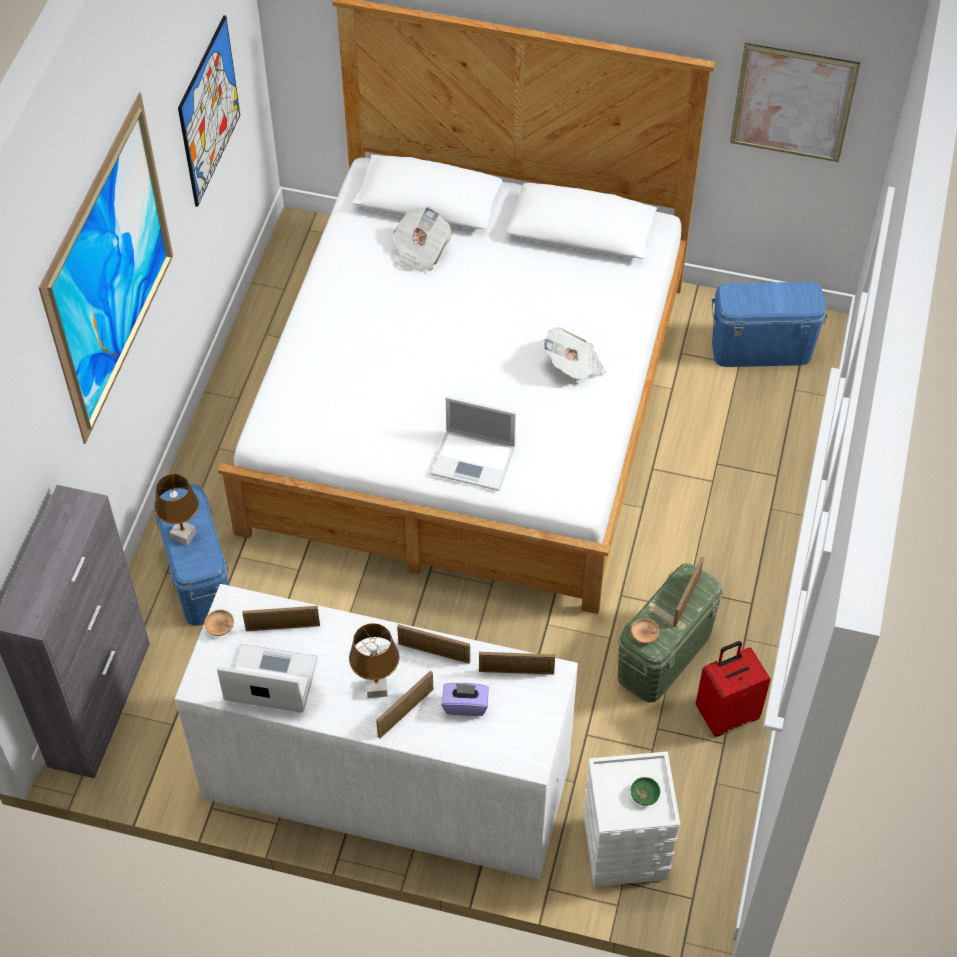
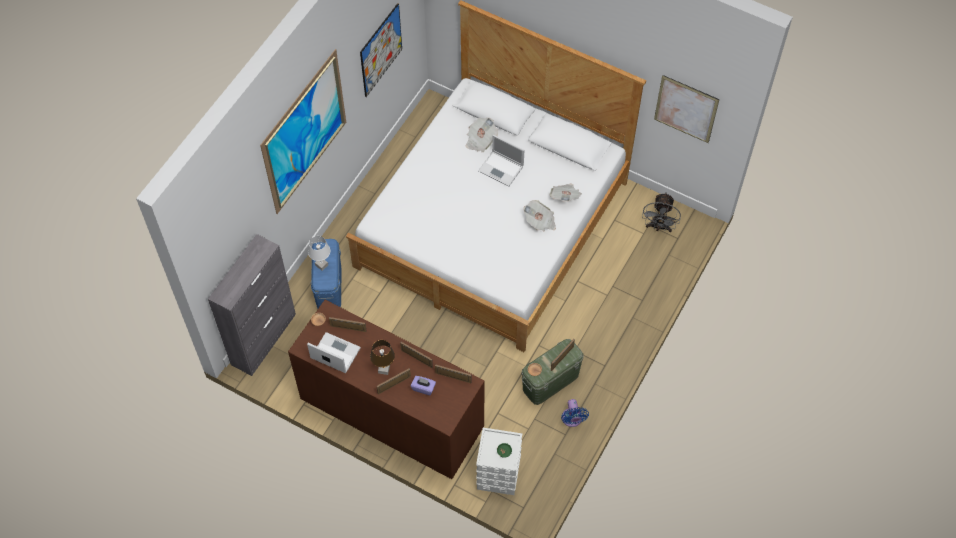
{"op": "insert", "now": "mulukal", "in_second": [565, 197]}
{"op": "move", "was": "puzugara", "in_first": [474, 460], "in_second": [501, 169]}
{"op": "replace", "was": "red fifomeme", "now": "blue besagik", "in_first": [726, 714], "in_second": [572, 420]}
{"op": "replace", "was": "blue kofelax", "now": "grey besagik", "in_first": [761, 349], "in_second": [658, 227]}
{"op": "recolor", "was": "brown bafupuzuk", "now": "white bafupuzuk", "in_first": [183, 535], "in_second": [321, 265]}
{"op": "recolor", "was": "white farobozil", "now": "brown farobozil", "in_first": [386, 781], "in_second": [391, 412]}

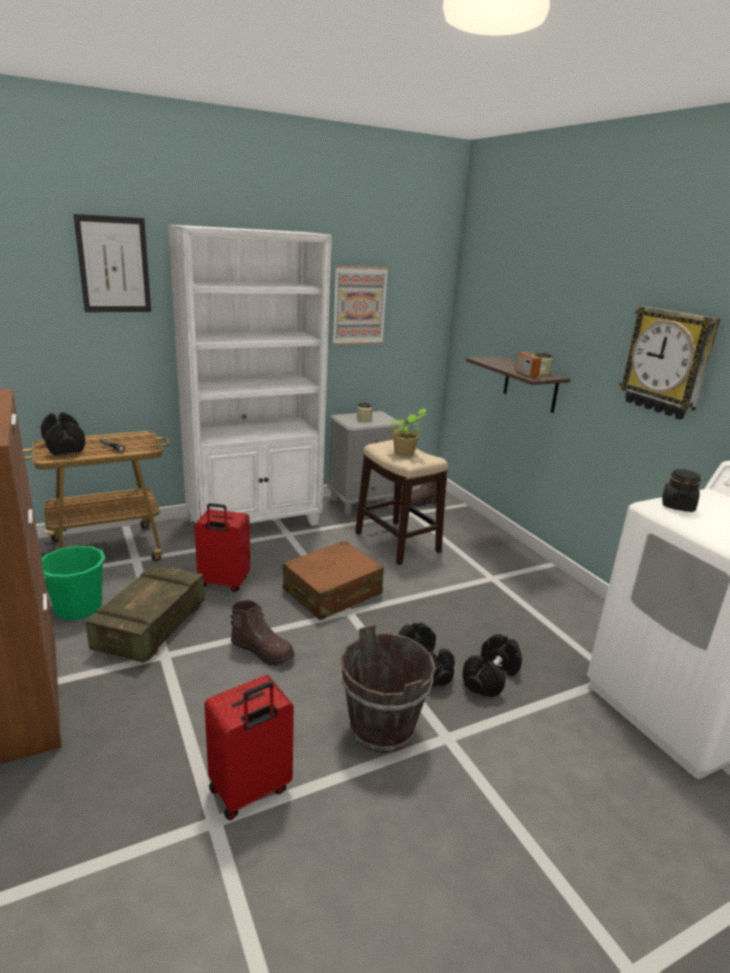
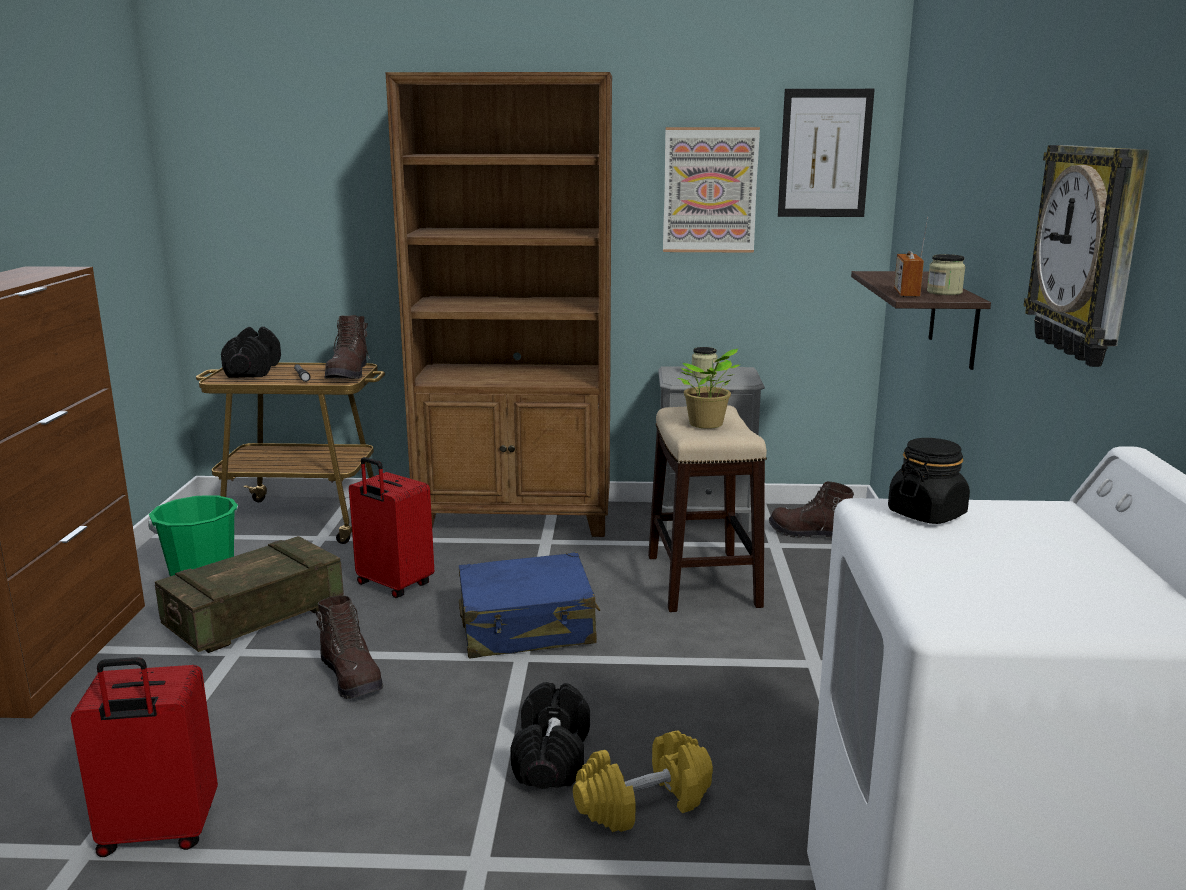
{"op": "delete", "was": "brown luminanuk", "in_first": [381, 728]}
{"op": "insert", "now": "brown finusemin", "in_second": [349, 374]}
{"op": "move", "was": "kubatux", "in_first": [114, 265], "in_second": [824, 153]}
{"op": "recolor", "was": "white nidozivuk", "now": "brown nidozivuk", "in_first": [255, 522], "in_second": [517, 519]}
{"op": "recolor", "was": "brown fifomeme", "now": "blue fifomeme", "in_first": [333, 592], "in_second": [527, 627]}
{"op": "recolor", "was": "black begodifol", "now": "yellow begodifol", "in_first": [490, 678], "in_second": [643, 804]}

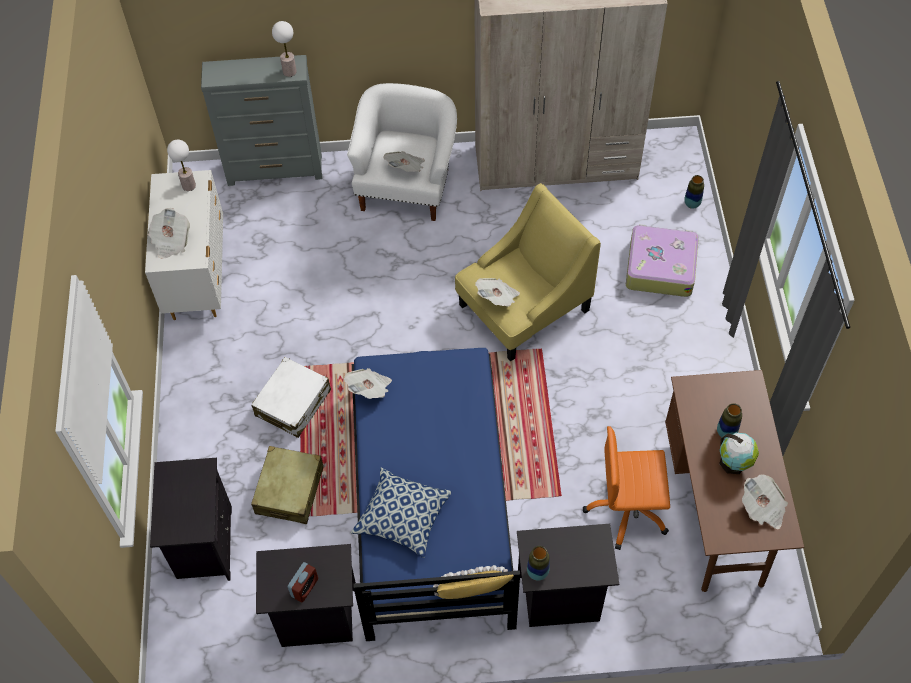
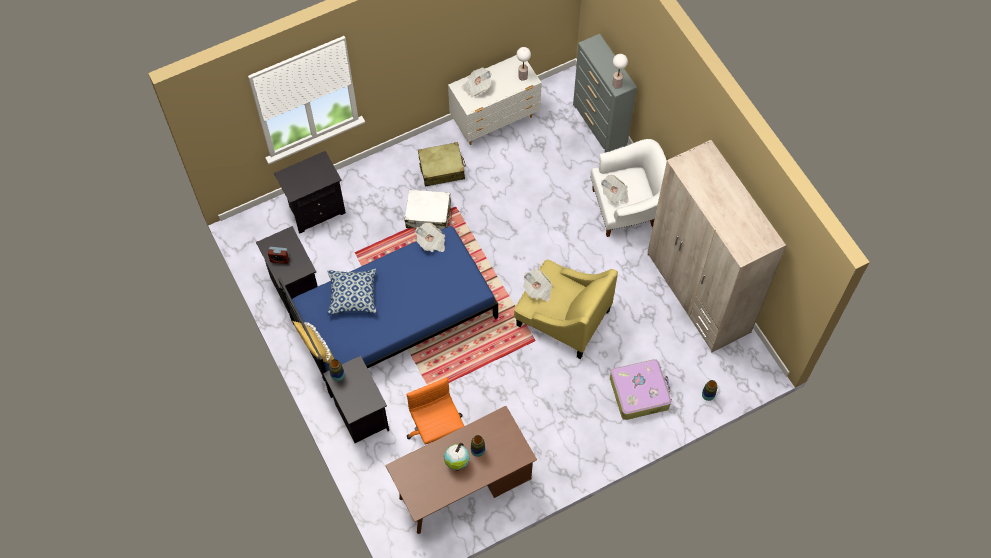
{"op": "delete", "was": "mulukal", "in_first": [762, 508]}
{"op": "move", "was": "beige fifomeme", "in_first": [290, 490], "in_second": [442, 169]}

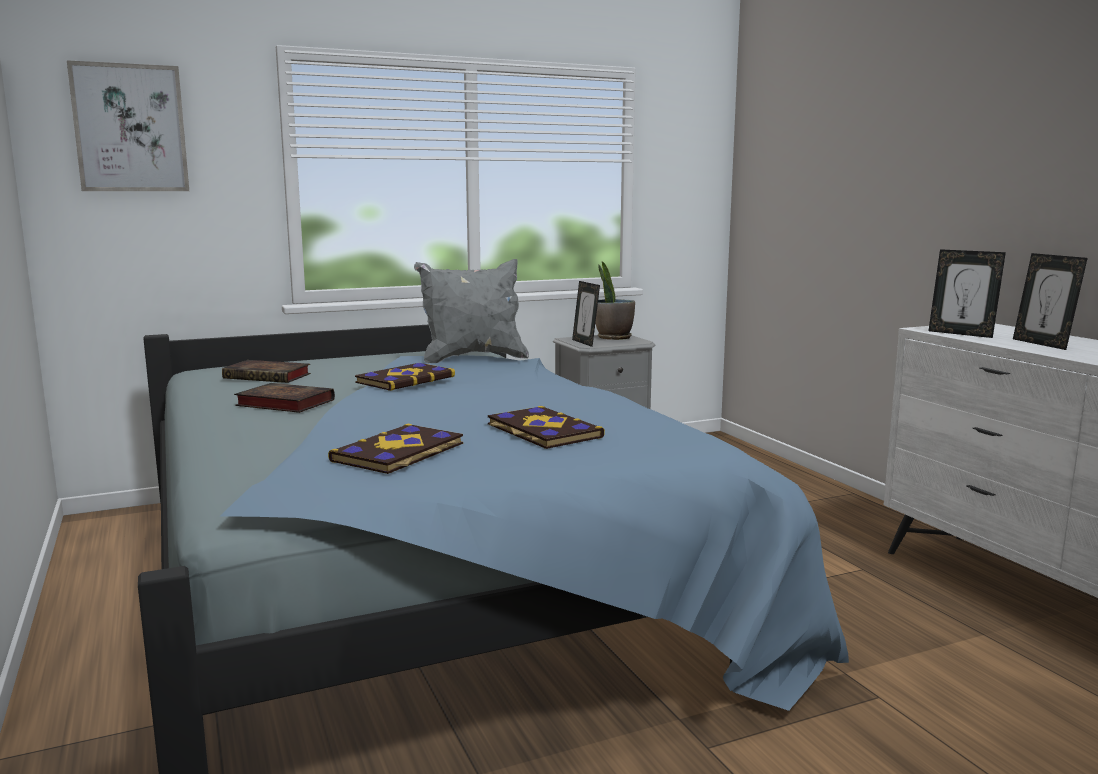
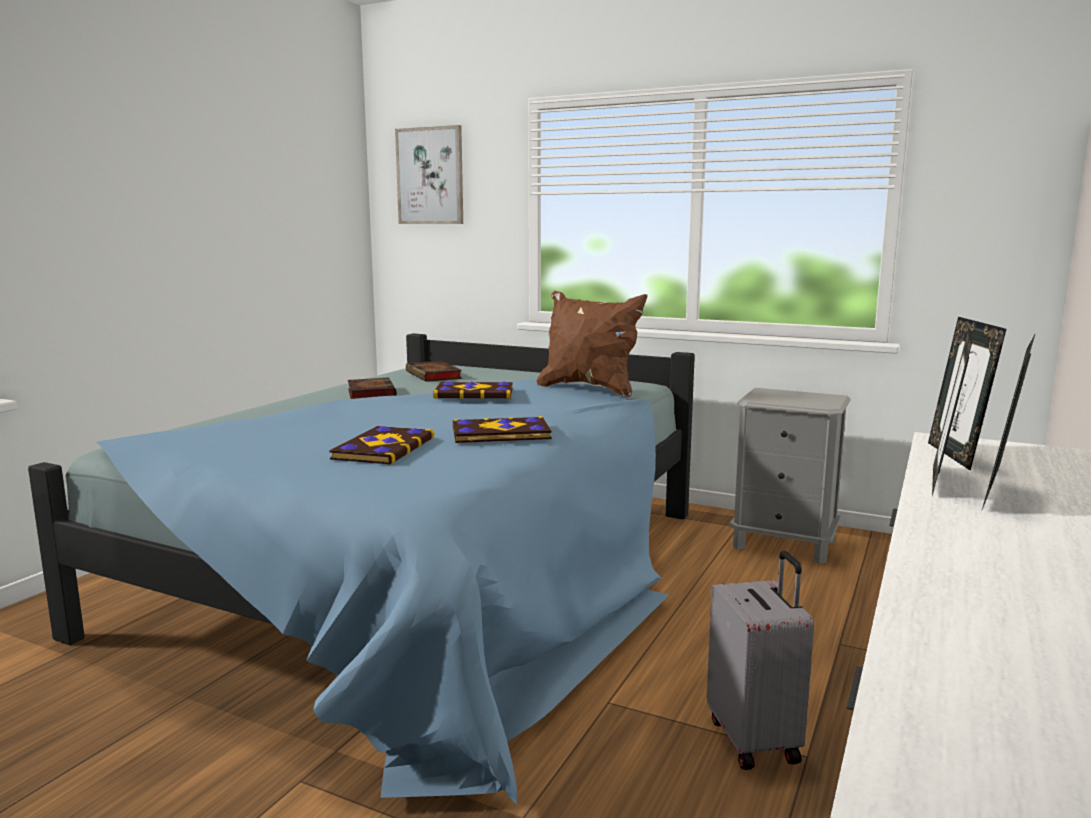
{"op": "delete", "was": "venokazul", "in_first": [613, 337]}
{"op": "insert", "now": "grey fifomeme", "in_second": [755, 740]}
{"op": "move", "was": "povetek", "in_first": [400, 453], "in_second": [500, 434]}
{"op": "move", "was": "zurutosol", "in_first": [585, 343], "in_second": [943, 481]}
{"op": "recolor", "was": "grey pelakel", "now": "brown pelakel", "in_first": [473, 358], "in_second": [589, 389]}

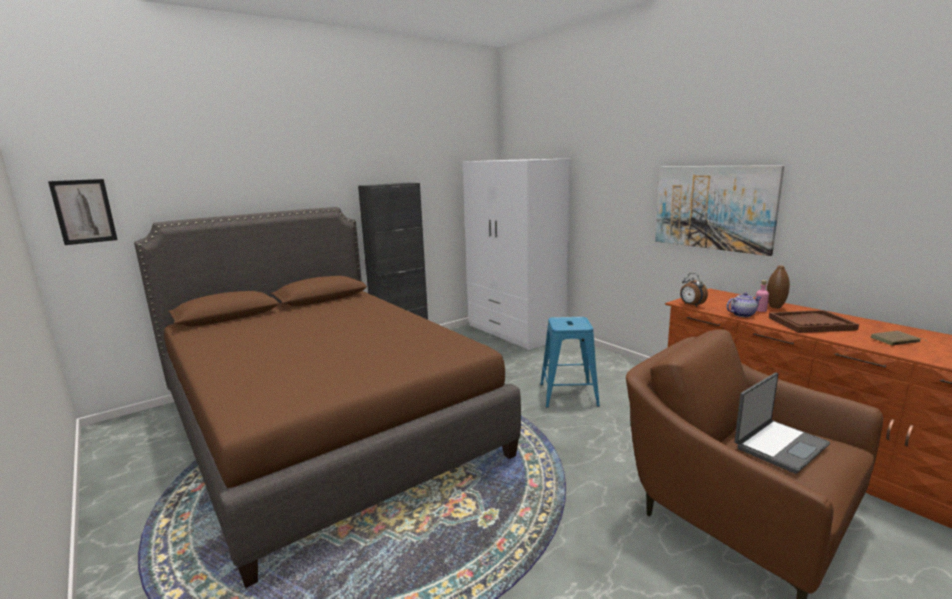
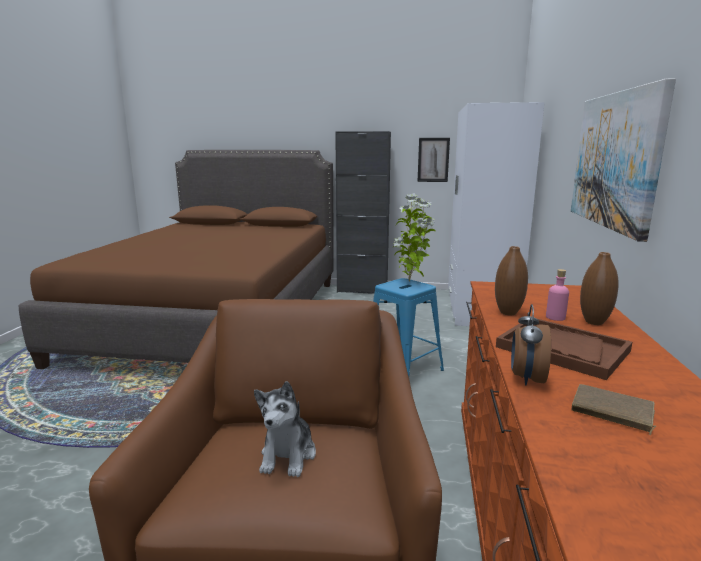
{"op": "insert", "now": "venokazul", "in_second": [410, 281]}
{"op": "move", "was": "kubatux", "in_first": [84, 211], "in_second": [433, 160]}
{"op": "move", "was": "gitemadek", "in_first": [691, 305], "in_second": [526, 378]}
{"op": "replace", "was": "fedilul", "now": "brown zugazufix", "in_first": [742, 314], "in_second": [508, 313]}
{"op": "replace", "was": "puzugara", "now": "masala", "in_first": [779, 446], "in_second": [288, 455]}

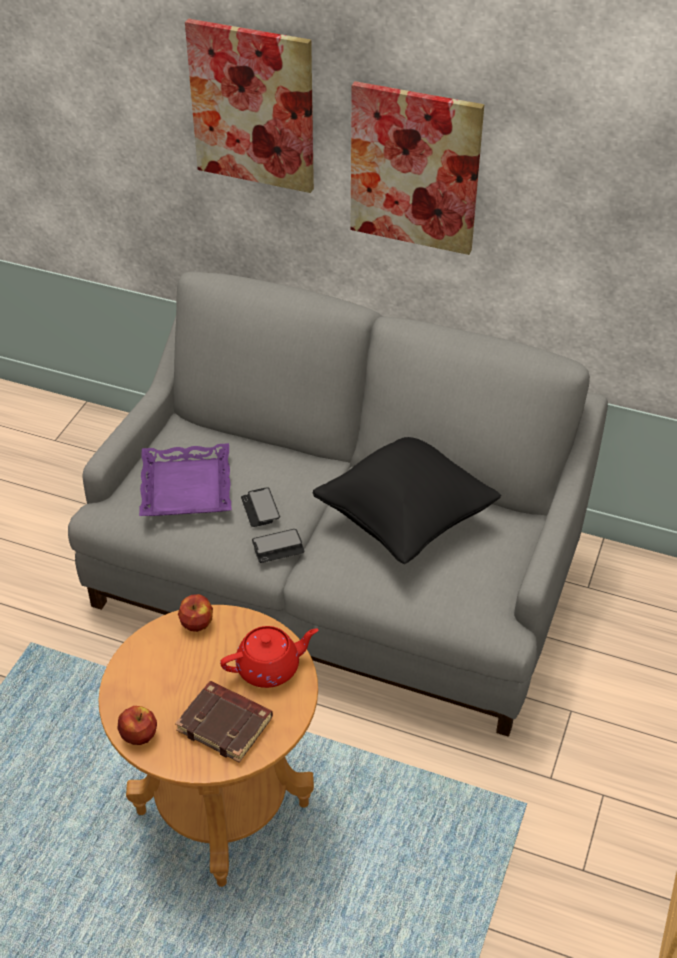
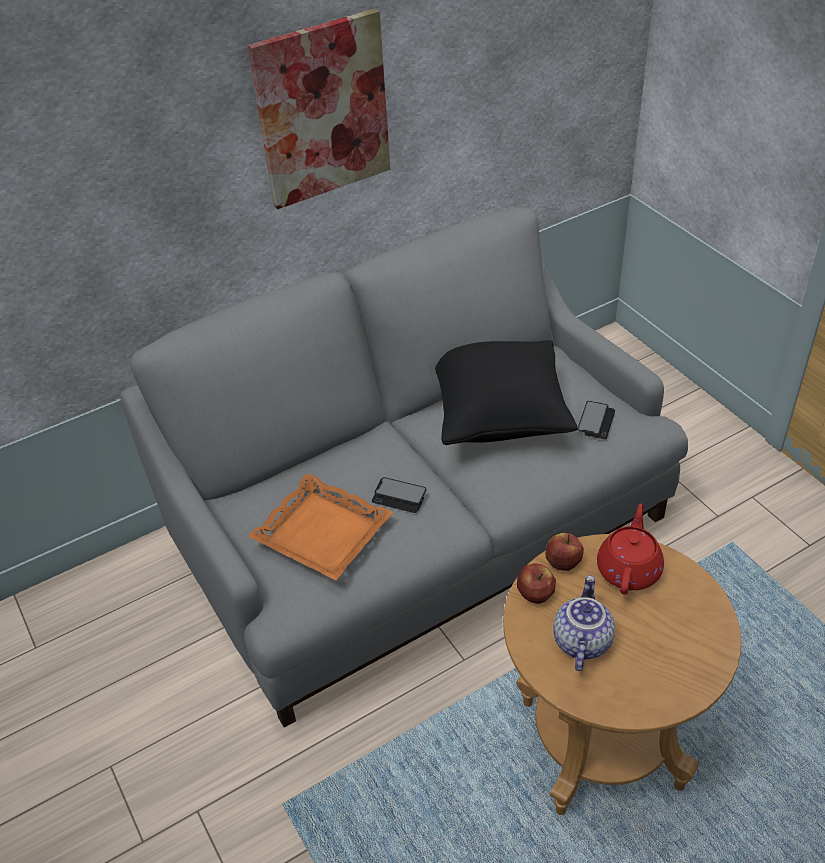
{"op": "delete", "was": "brown povetek", "in_first": [226, 724]}
{"op": "delete", "was": "kubatux", "in_first": [253, 106]}
{"op": "insert", "now": "fedilul", "in_second": [580, 641]}
{"op": "move", "was": "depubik", "in_first": [138, 735], "in_second": [562, 562]}
{"op": "move", "was": "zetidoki", "in_first": [278, 547], "in_second": [596, 421]}
{"op": "recolor", "was": "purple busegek", "now": "orange busegek", "in_first": [187, 487], "in_second": [323, 533]}

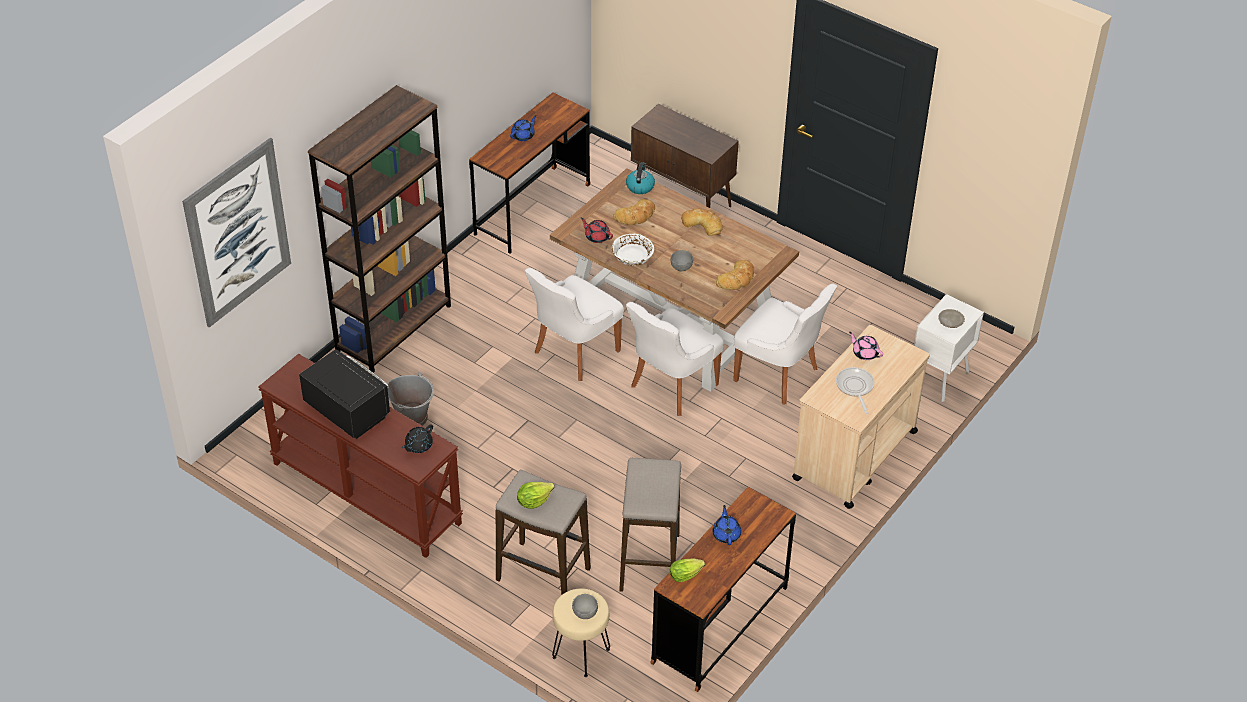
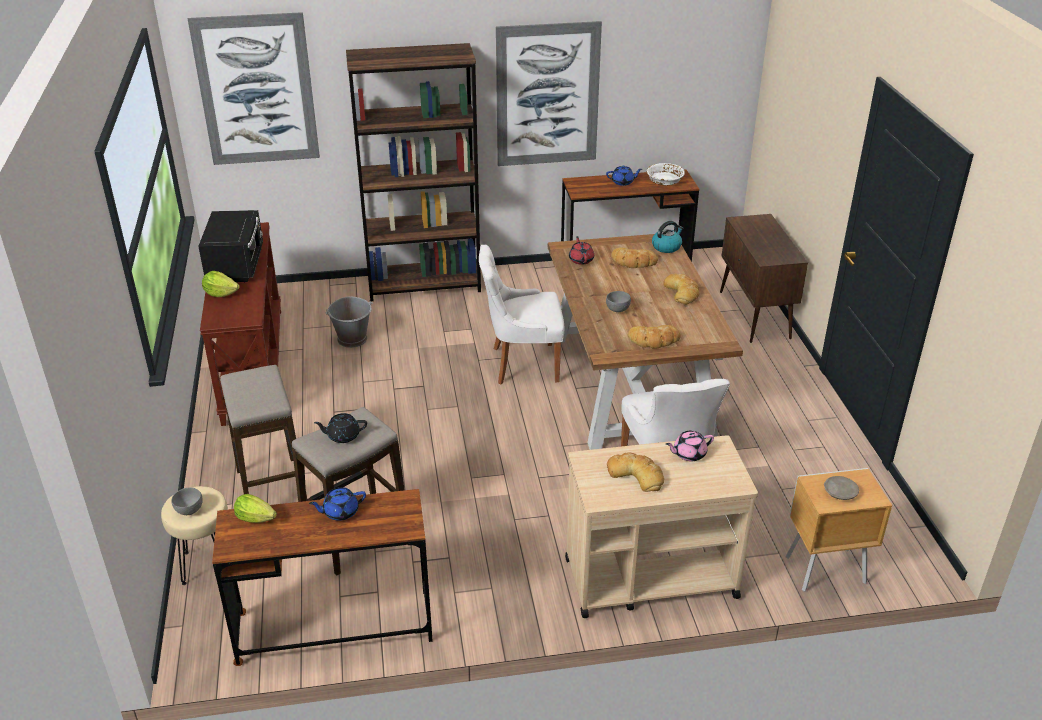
{"op": "delete", "was": "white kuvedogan", "in_first": [671, 386]}
{"op": "insert", "now": "kubatux", "in_second": [547, 95]}
{"op": "move", "was": "black fedilul", "in_first": [418, 446], "in_second": [343, 436]}
{"op": "move", "was": "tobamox", "in_first": [534, 501], "in_second": [220, 294]}
{"op": "move", "was": "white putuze", "in_first": [632, 256], "in_second": [664, 180]}
{"op": "replace", "was": "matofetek", "now": "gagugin", "in_first": [855, 388], "in_second": [636, 475]}
{"op": "recolor", "was": "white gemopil", "now": "brown gemopil", "in_first": [938, 379], "in_second": [823, 569]}
{"op": "rotate", "was": "blue fedilul", "in_first": [726, 534], "in_second": [340, 512], "clockwise": -150}
{"op": "rotate", "was": "pink fedilul", "in_first": [865, 353], "in_second": [688, 454], "clockwise": -105}

